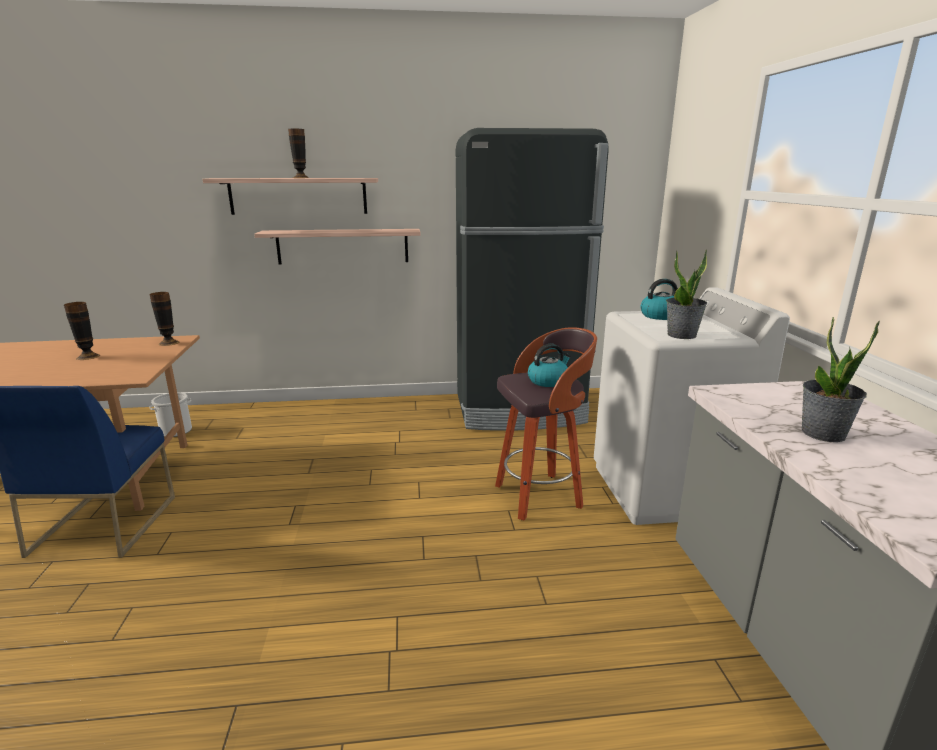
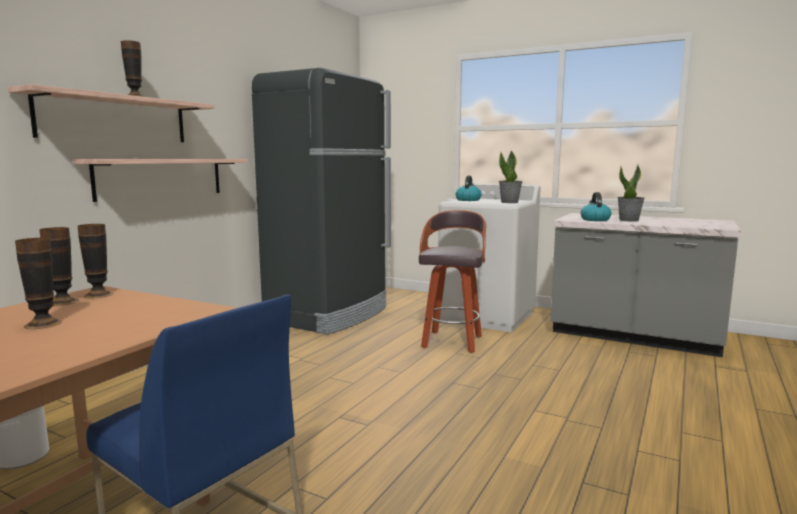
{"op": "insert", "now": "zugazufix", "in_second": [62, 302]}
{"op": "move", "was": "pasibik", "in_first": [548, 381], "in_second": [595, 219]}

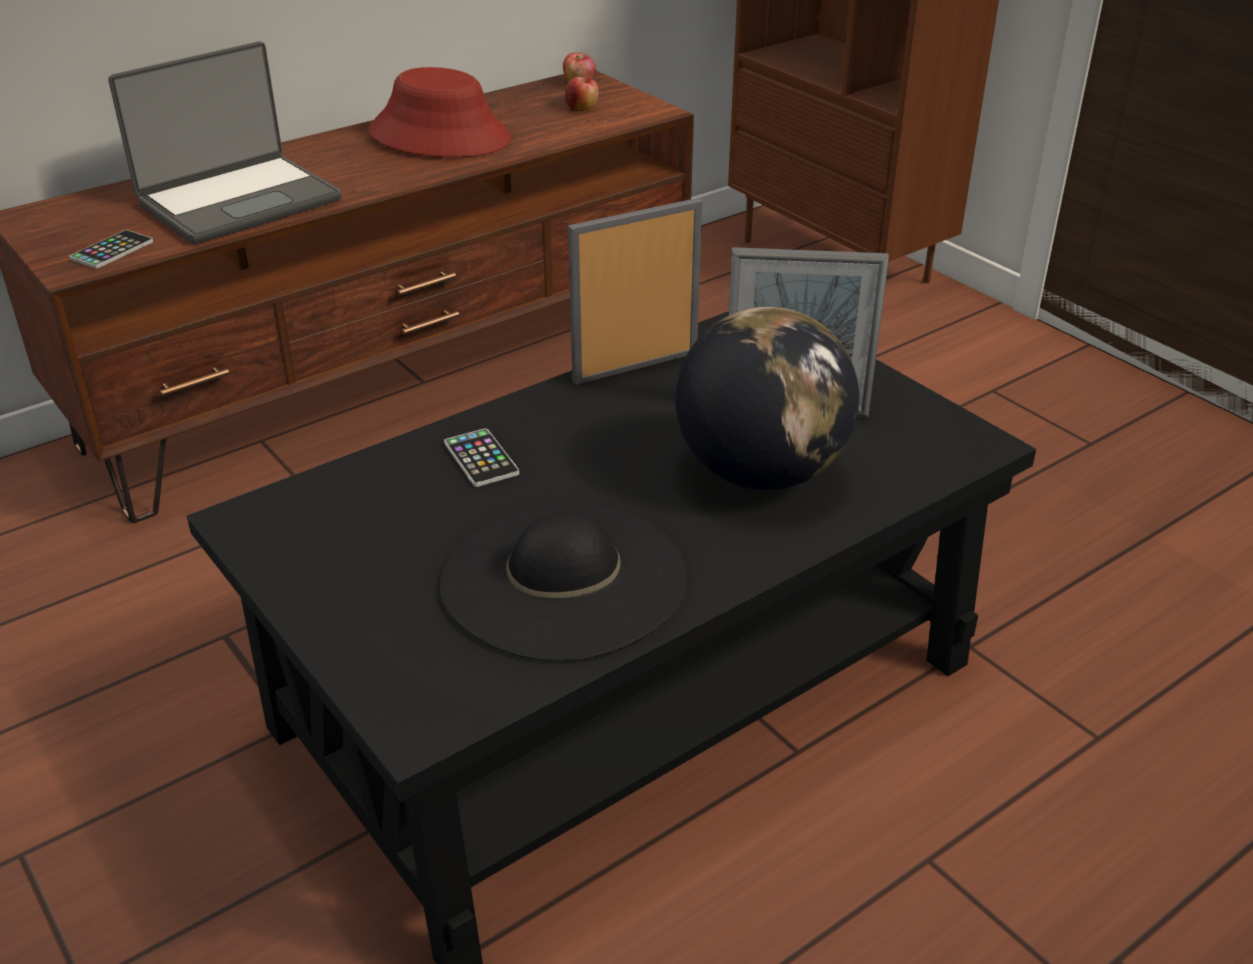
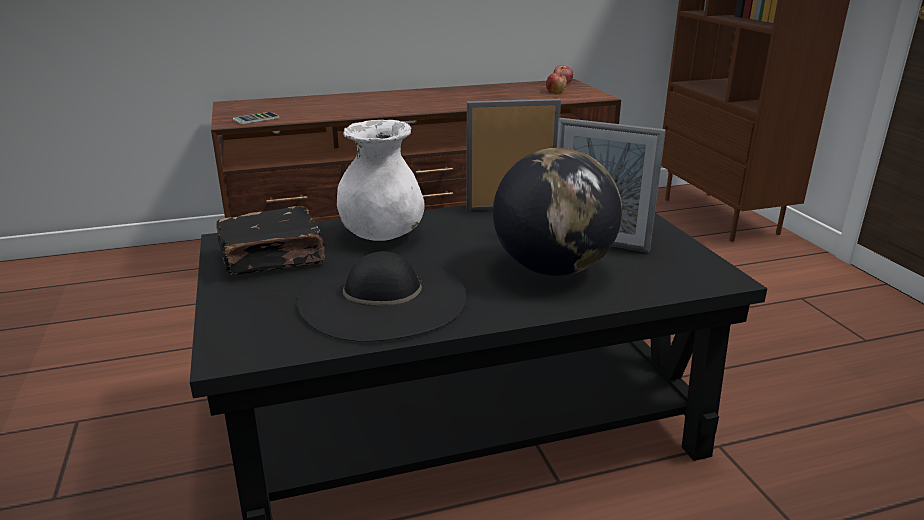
{"op": "delete", "was": "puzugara", "in_first": [239, 201]}
{"op": "delete", "was": "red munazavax", "in_first": [440, 136]}
{"op": "insert", "now": "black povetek", "in_second": [274, 259]}
{"op": "replace", "was": "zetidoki", "now": "white zugazufix", "in_first": [481, 459], "in_second": [382, 235]}

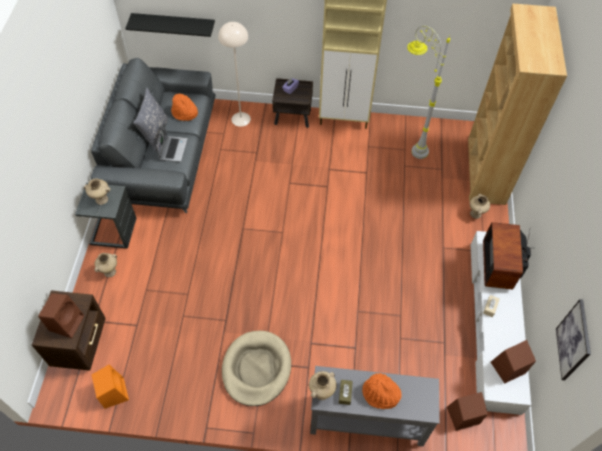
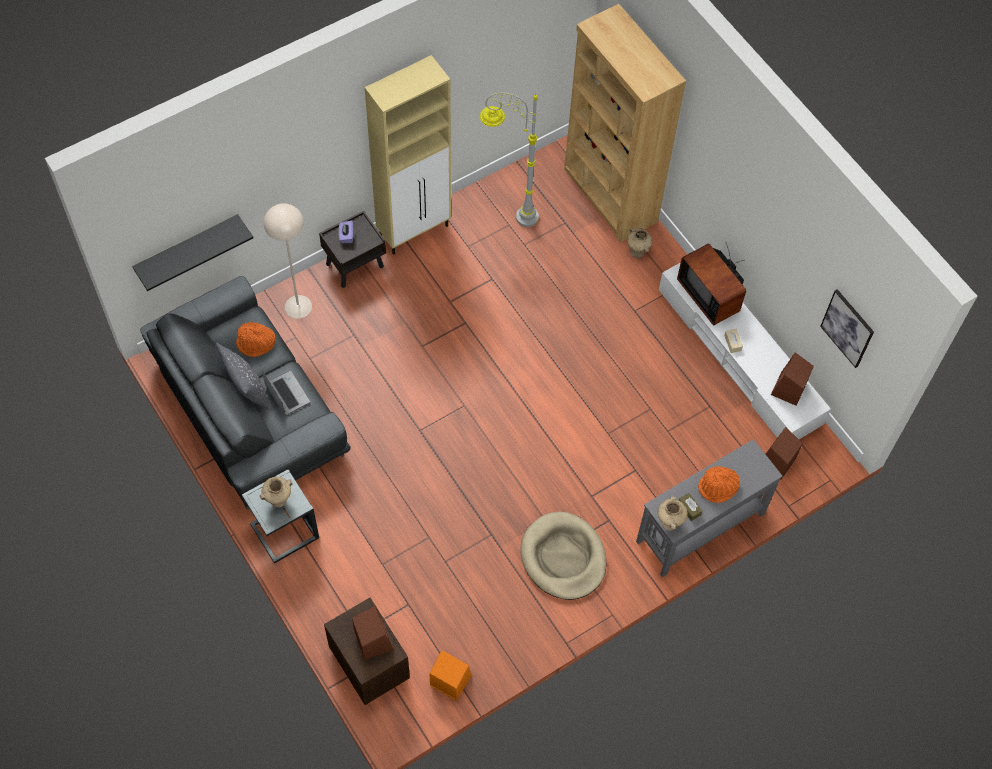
{"op": "delete", "was": "beige zugazufix", "in_first": [110, 271]}

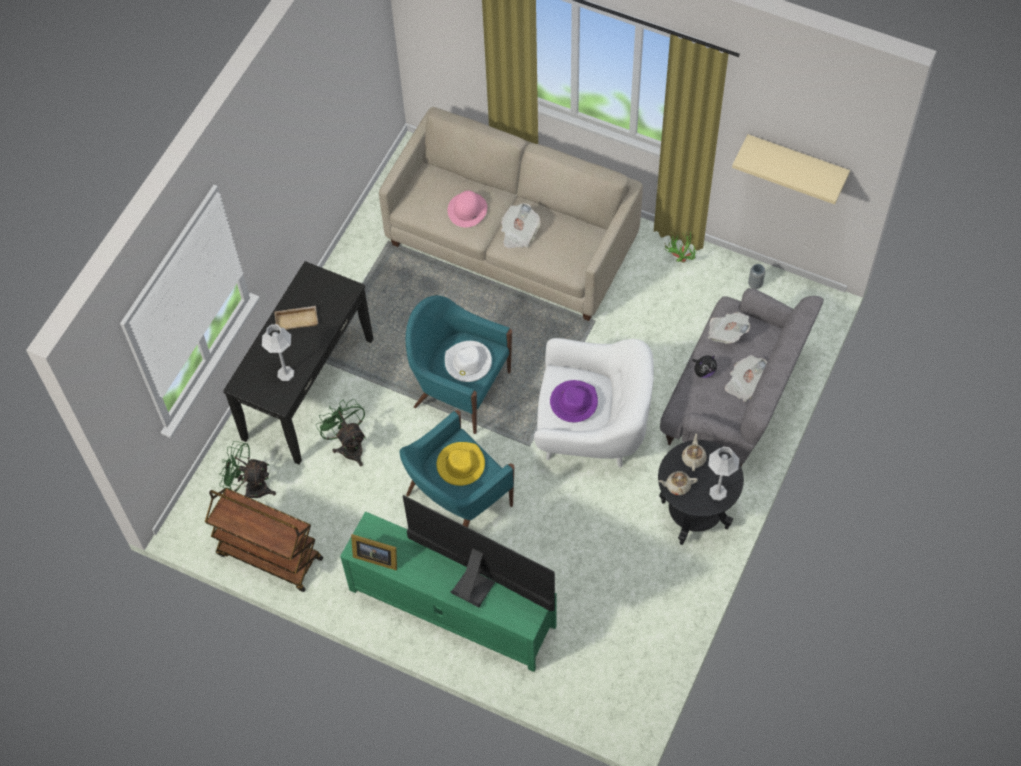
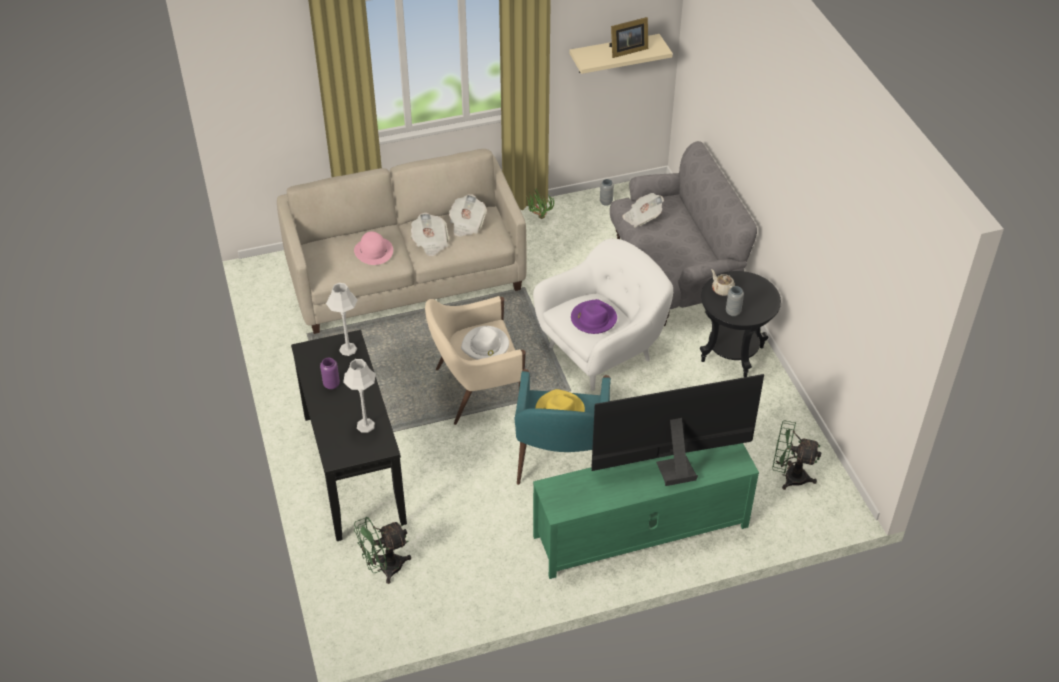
{"op": "delete", "was": "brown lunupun", "in_first": [269, 556]}
{"op": "delete", "was": "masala", "in_first": [703, 372]}
{"op": "move", "was": "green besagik", "in_first": [349, 446], "in_second": [789, 476]}
{"op": "move", "was": "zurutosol", "in_first": [375, 557], "in_second": [626, 50]}
{"op": "move", "was": "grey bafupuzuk", "in_first": [718, 492], "in_second": [348, 349]}
{"op": "move", "was": "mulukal", "in_first": [746, 384], "in_second": [466, 224]}
{"op": "replace", "was": "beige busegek", "now": "purple zugazufix", "in_first": [297, 319], "in_second": [331, 384]}
{"op": "replace", "was": "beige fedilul", "now": "grey zugazufix", "in_first": [677, 486], "in_second": [733, 312]}
{"op": "recolor", "was": "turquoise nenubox", "now": "beige nenubox", "in_first": [460, 388], "in_second": [476, 389]}

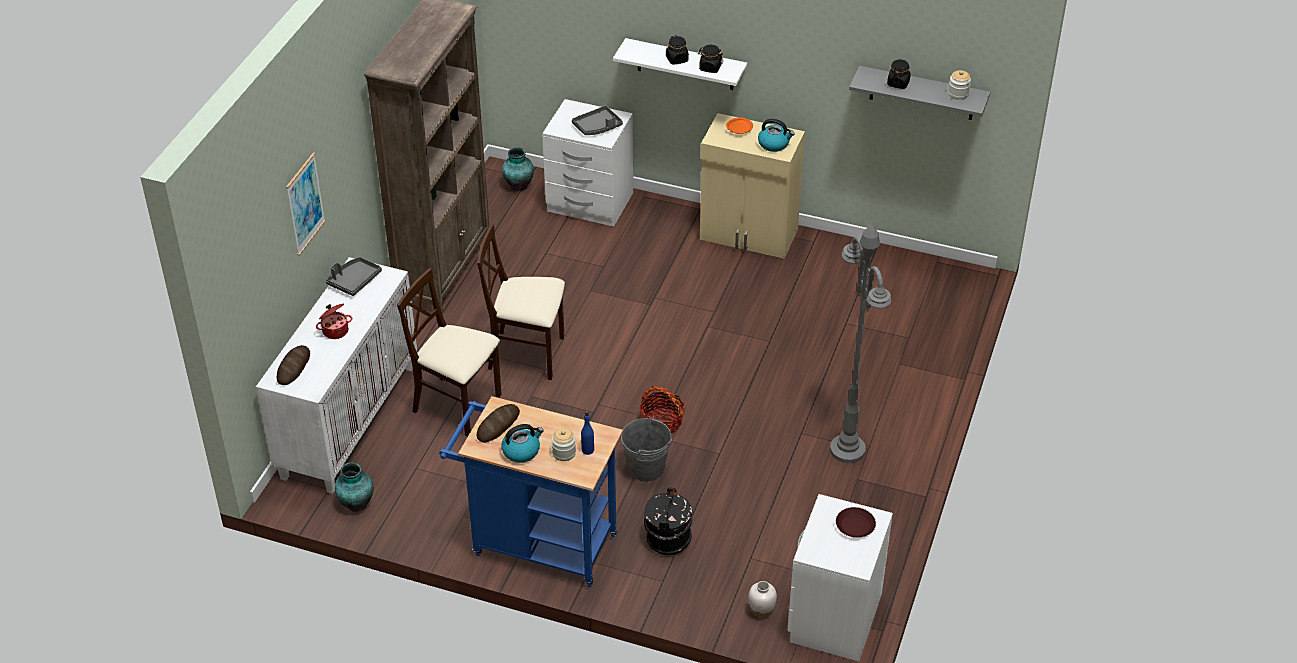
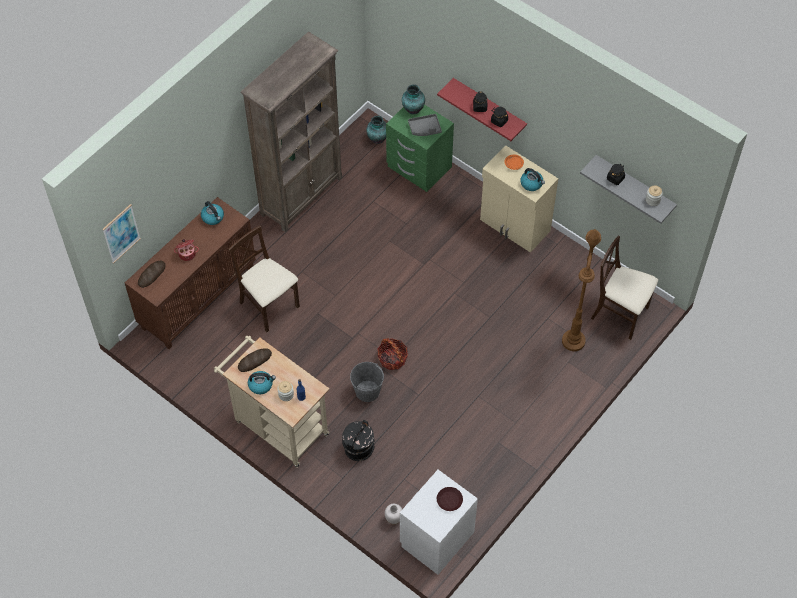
{"op": "delete", "was": "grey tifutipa", "in_first": [848, 450]}
{"op": "insert", "now": "brown tifutipa", "in_second": [573, 341]}
{"op": "move", "was": "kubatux", "in_first": [305, 204], "in_second": [121, 233]}
{"op": "move", "was": "zugazufix", "in_first": [356, 503], "in_second": [413, 109]}
{"op": "move", "was": "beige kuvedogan", "in_first": [527, 354], "in_second": [620, 314]}
{"op": "replace", "was": "grey busegek", "now": "pasibik", "in_first": [354, 281], "in_second": [213, 217]}
{"op": "recolor", "was": "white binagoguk", "now": "brown binagoguk", "in_first": [348, 420], "in_second": [198, 297]}
{"op": "recolor", "was": "blue lunupun", "now": "beige lunupun", "in_first": [536, 543], "in_second": [277, 425]}
{"op": "recolor", "was": "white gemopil", "now": "green gemopil", "in_first": [589, 203], "in_second": [418, 167]}
{"op": "recolor", "was": "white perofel", "now": "red perofel", "in_first": [685, 65], "in_second": [489, 108]}

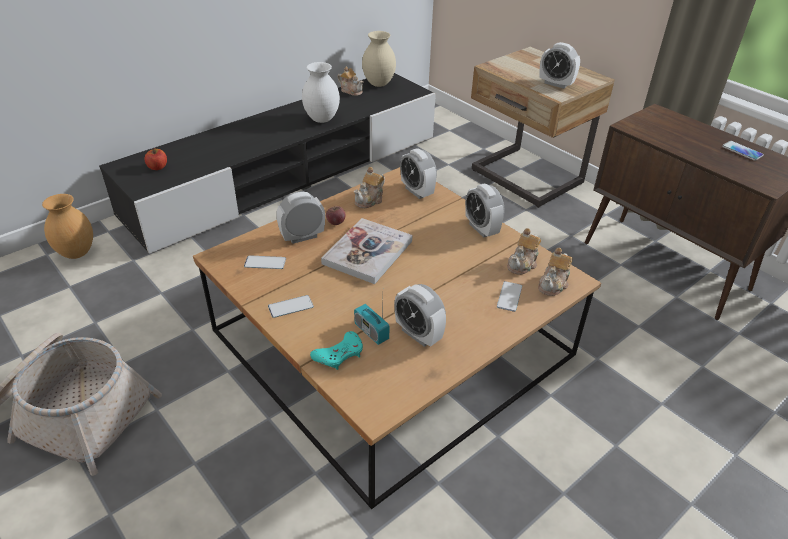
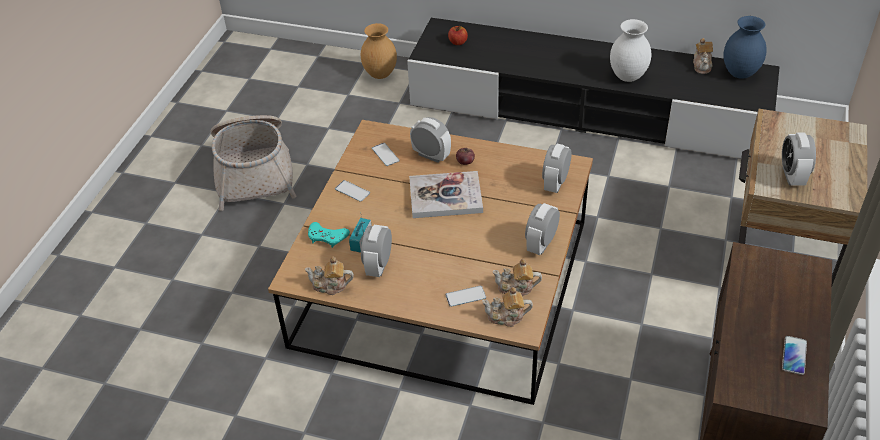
{"op": "move", "was": "fedilul", "in_first": [370, 200], "in_second": [330, 285]}
{"op": "recolor", "was": "beige zugazufix", "now": "blue zugazufix", "in_first": [378, 84], "in_second": [739, 73]}

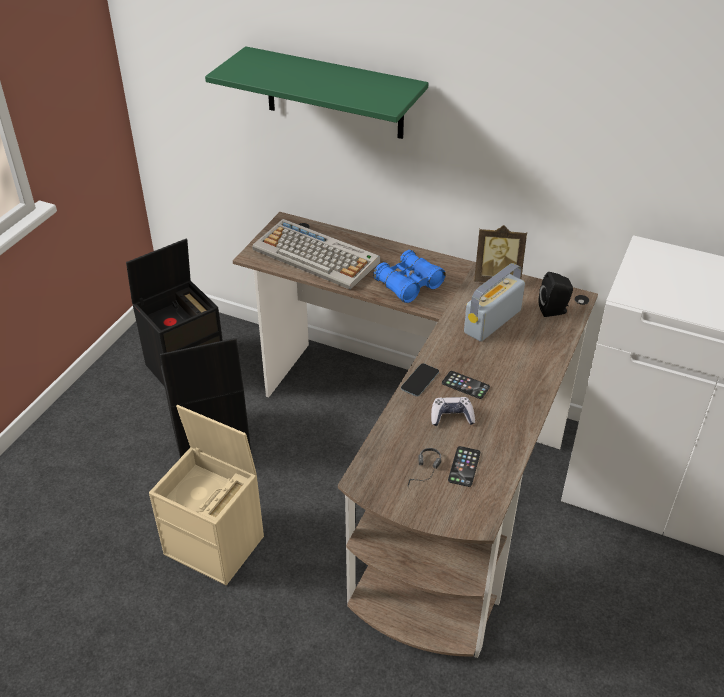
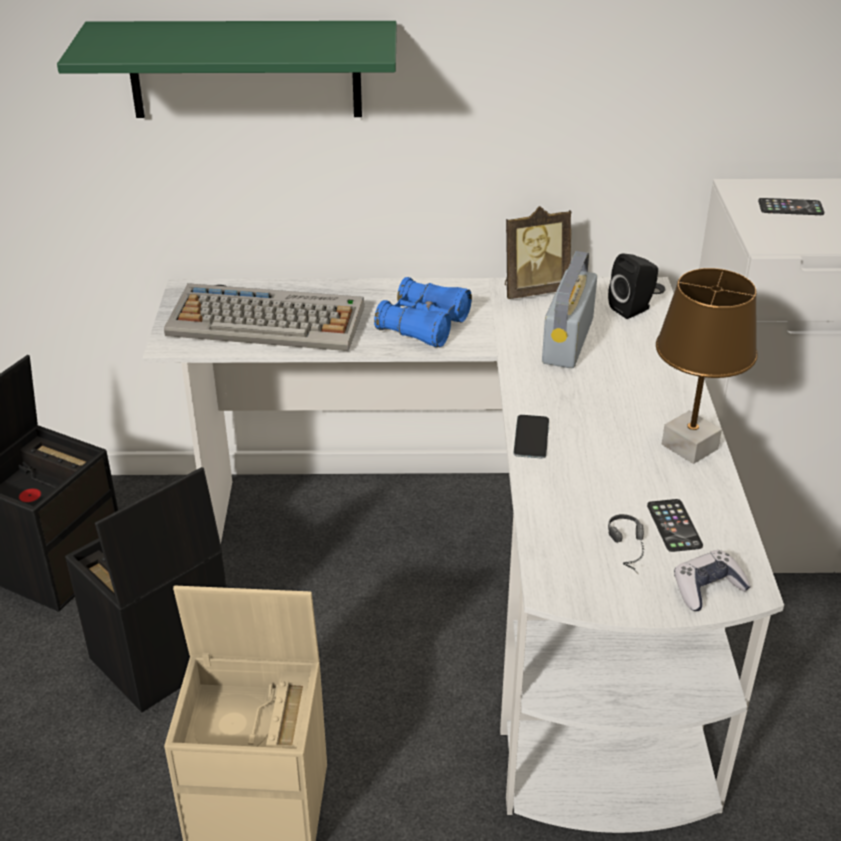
{"op": "insert", "now": "brown bafupuzuk", "in_second": [690, 447]}
{"op": "move", "was": "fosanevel", "in_first": [452, 416], "in_second": [707, 588]}
{"op": "move", "was": "zetidoki", "in_first": [465, 385], "in_second": [790, 207]}
{"op": "recolor", "was": "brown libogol", "now": "white libogol", "in_first": [423, 467], "in_second": [492, 591]}

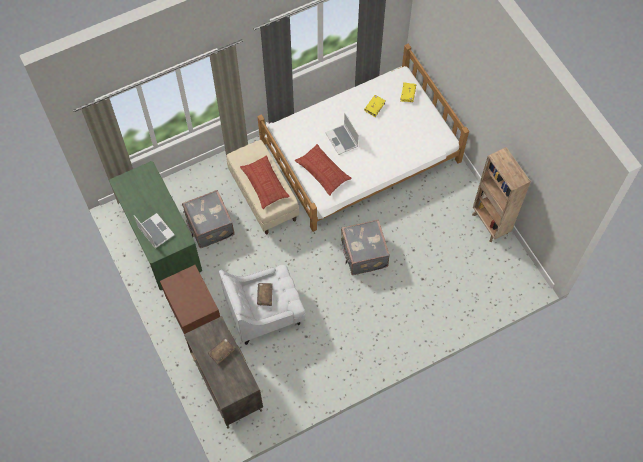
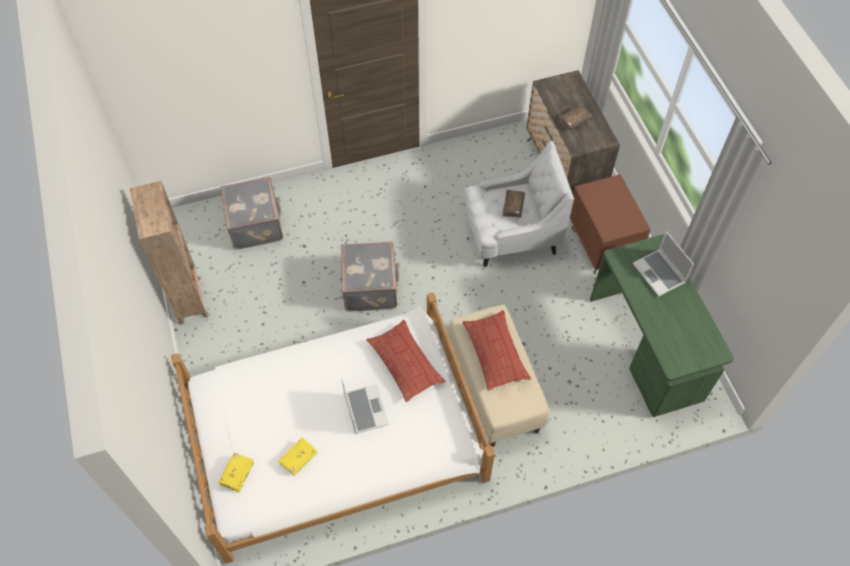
{"op": "move", "was": "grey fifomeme", "in_first": [209, 226], "in_second": [256, 224]}

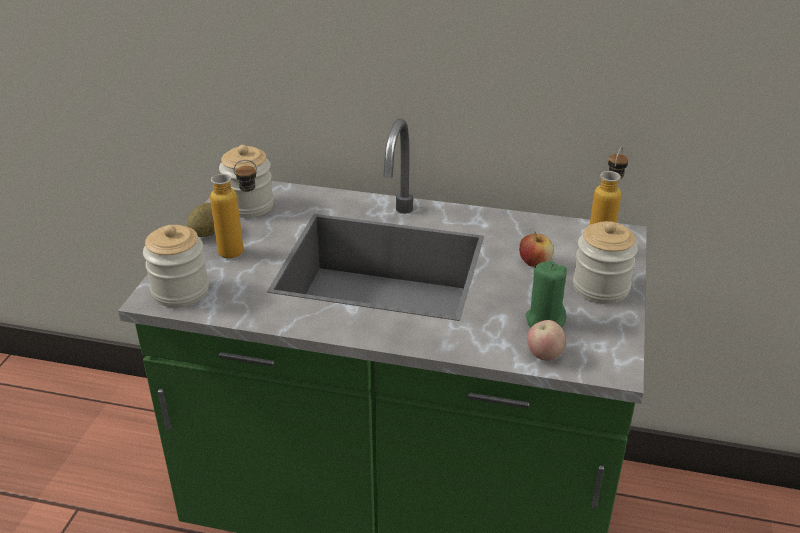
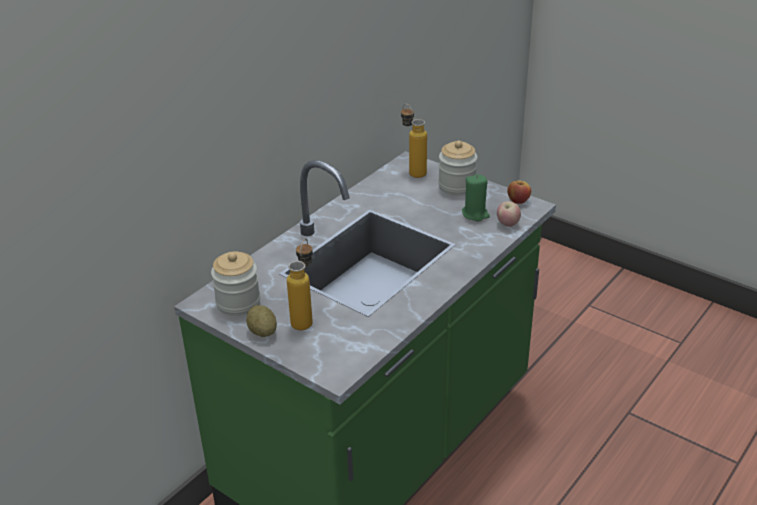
{"op": "delete", "was": "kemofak", "in_first": [180, 291]}
{"op": "move", "was": "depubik", "in_first": [535, 262], "in_second": [518, 201]}

